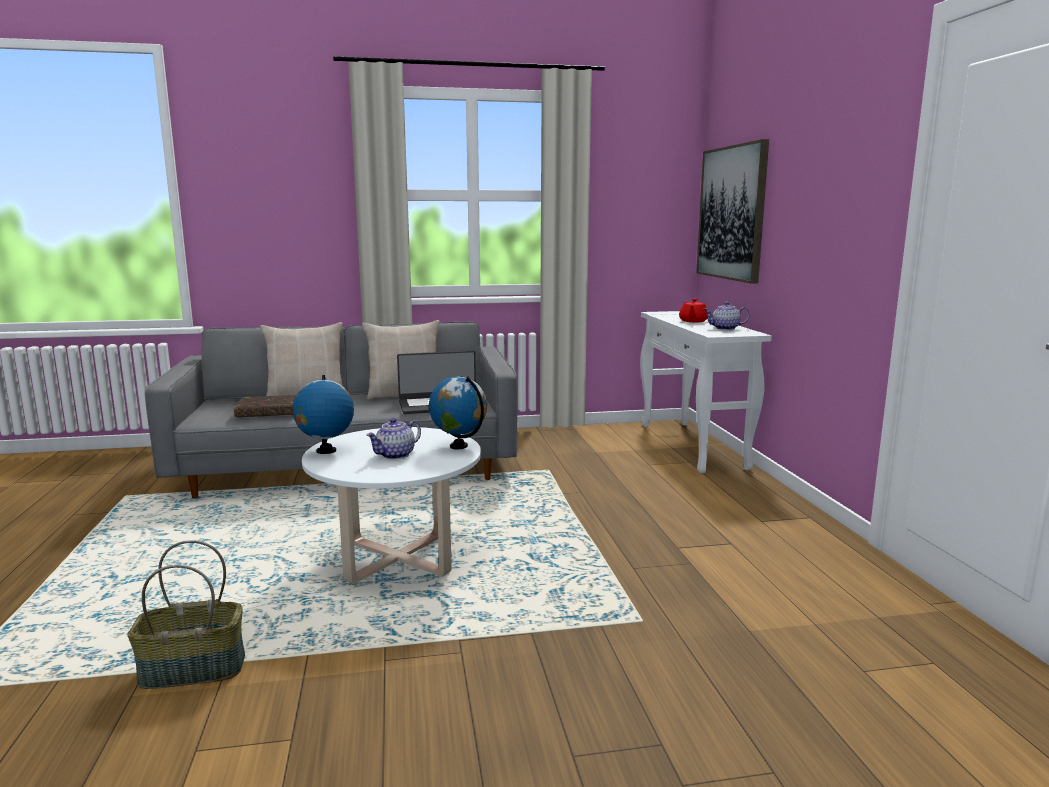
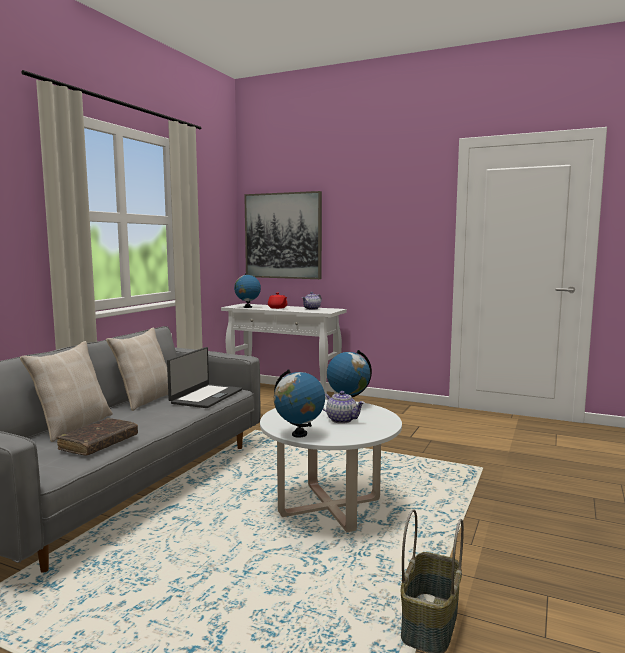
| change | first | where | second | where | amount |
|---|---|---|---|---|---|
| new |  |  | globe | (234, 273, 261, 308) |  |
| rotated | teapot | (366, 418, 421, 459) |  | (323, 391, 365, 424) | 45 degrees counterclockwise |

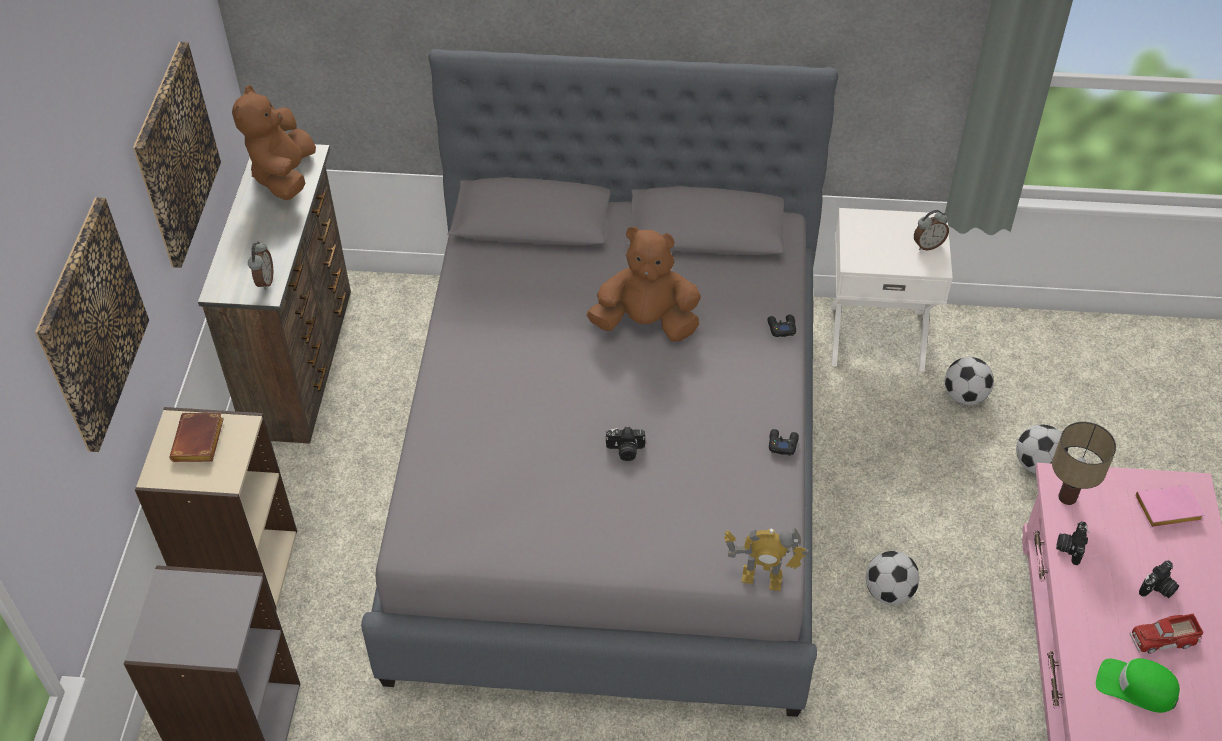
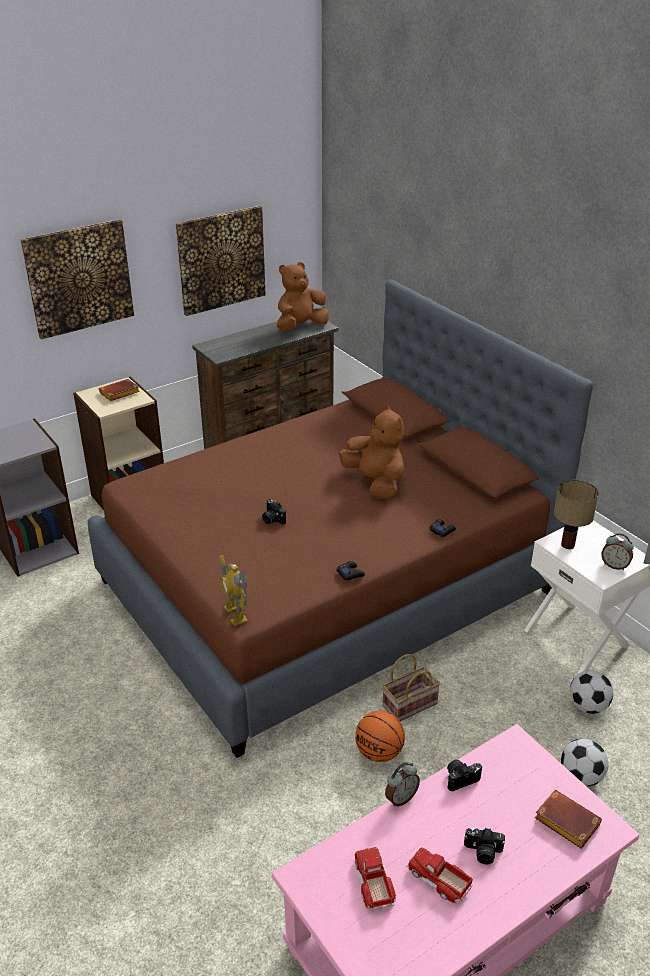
| change | first | where | second | where | amount |
|---|---|---|---|---|---|
| new |  |  | basket | (382, 654, 440, 721) |  |
| shifted | alarm clock | (248, 241, 273, 290) |  | (385, 762, 420, 807) |  |
| shifted | table lamp | (1052, 422, 1116, 505) |  | (554, 480, 599, 549) |  |
| swapped | football | (866, 551, 919, 605) | basketball | (355, 711, 405, 762) |  |
| swapped | green cap | (1096, 658, 1180, 713) | toy truck | (355, 847, 396, 911) |  |
| repainted | grey bed | (361, 49, 838, 717) | brown bed | (88, 280, 593, 758) |  |
| repainted | pink book | (1136, 485, 1205, 528) | brown book | (535, 790, 602, 849) |  |

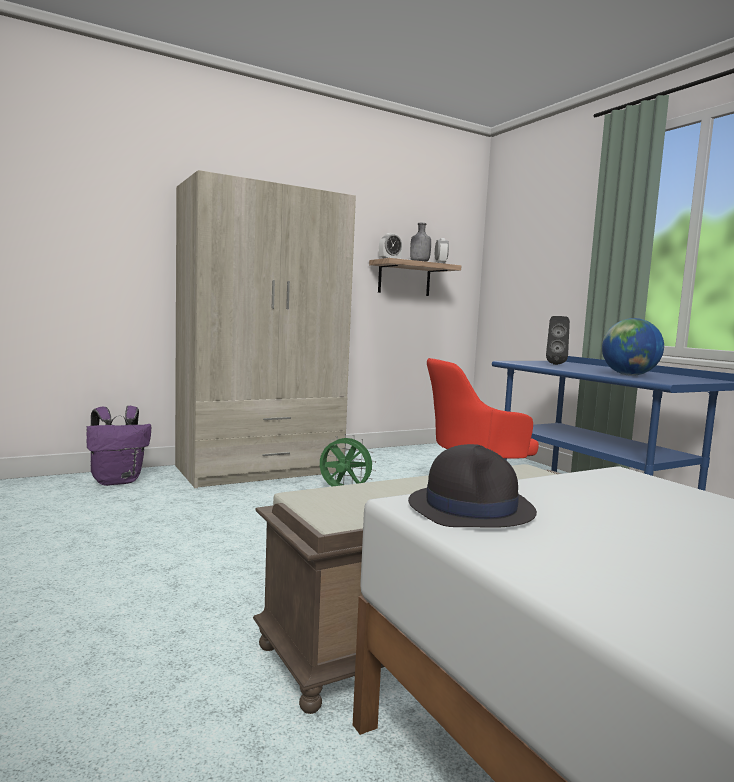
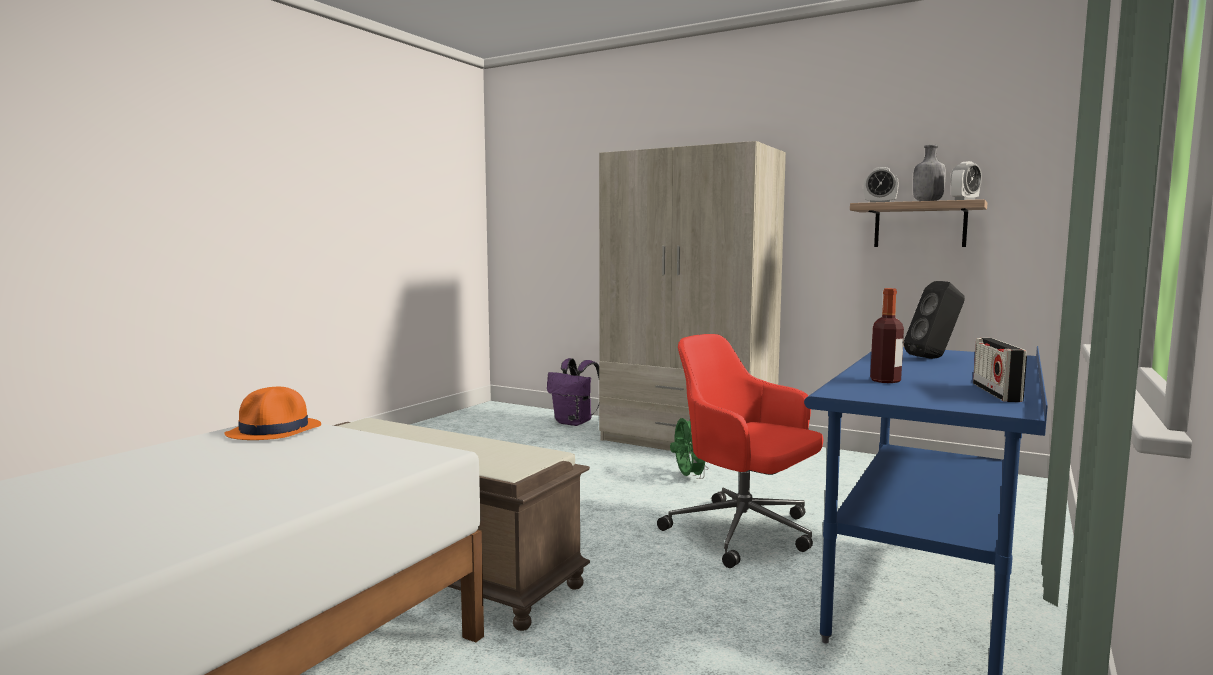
| change | first | where | second | where | amount |
|---|---|---|---|---|---|
| new |  |  | radio | (973, 338, 1027, 402) |  |
| swapped | globe | (602, 318, 664, 376) | bottle | (870, 288, 904, 383) |  |
| repainted | black hat | (408, 444, 537, 528) | orange hat | (224, 387, 321, 440) |  |

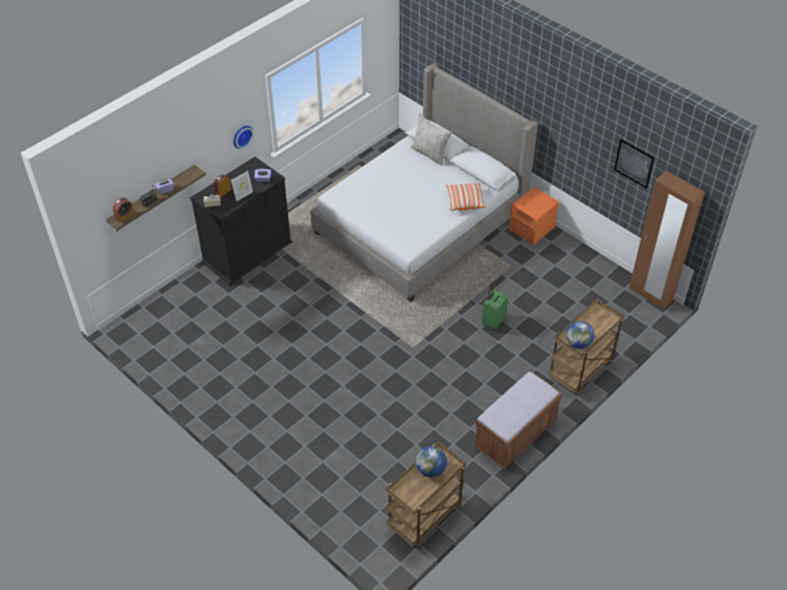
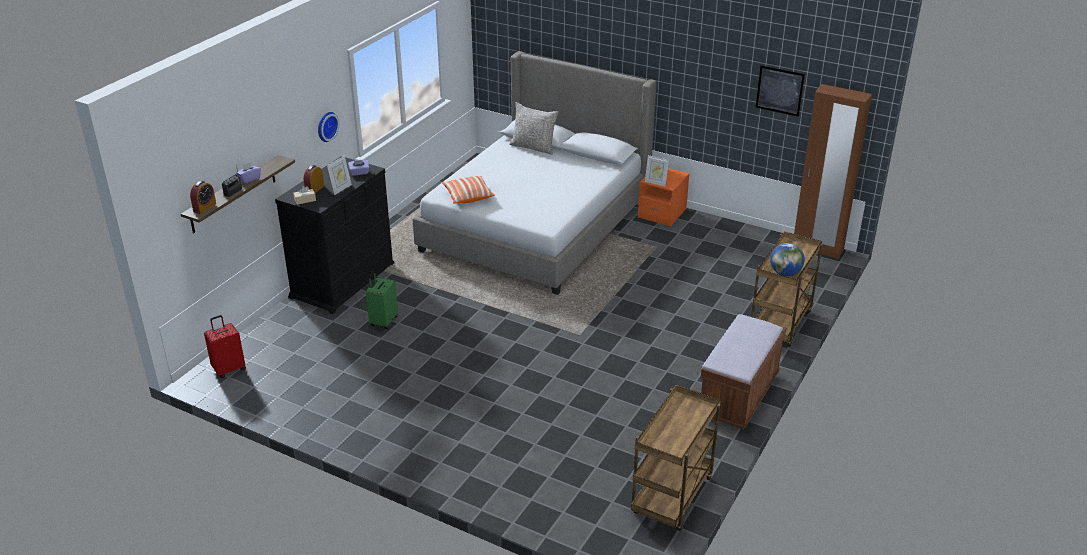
| change | first | where | second | where | amount |
|---|---|---|---|---|---|
| gone | globe | (416, 446, 447, 478) |  |  |  |
| new |  |  | red suitcase | (204, 315, 246, 378) |  |
| new |  |  | picture frame | (645, 155, 669, 187) |  |
| shifted | pillow | (446, 183, 486, 211) |  | (442, 176, 495, 204) |  |
| shifted | green suitcase | (482, 287, 508, 331) |  | (366, 271, 398, 329) |  |

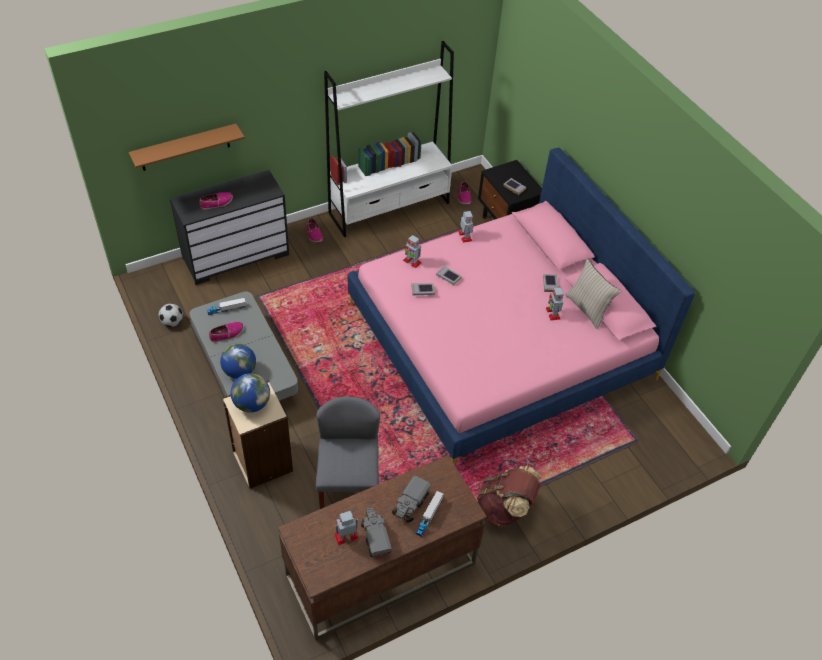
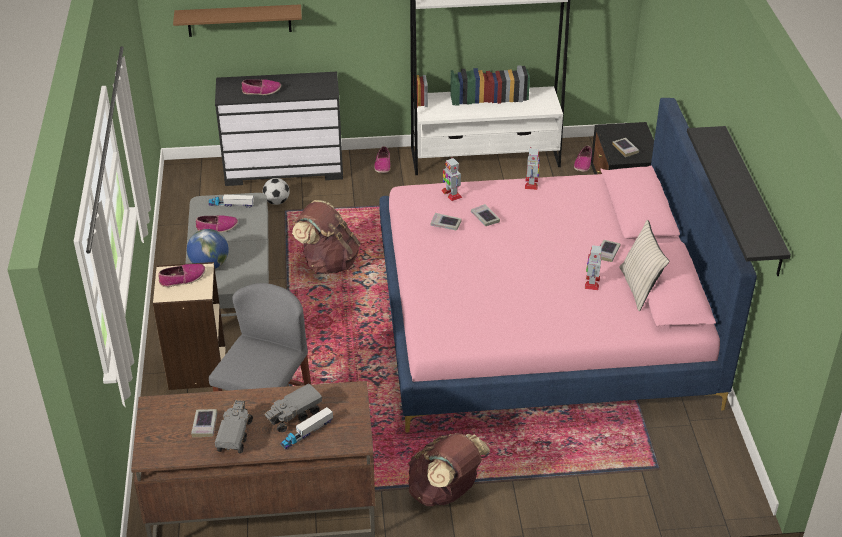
| change | first | where | second | where | amount |
|---|---|---|---|---|---|
| new |  |  | brown backpack | (292, 200, 360, 274) |  |
| new |  |  | black shelf | (687, 126, 791, 276) |  |
| shifted | football | (159, 304, 183, 327) |  | (263, 178, 290, 205) |  |
| swapped | globe | (231, 373, 270, 413) | shoe | (158, 264, 206, 287) |  |
| swapped | toy robot | (334, 511, 359, 545) | book | (191, 409, 218, 437) |  |

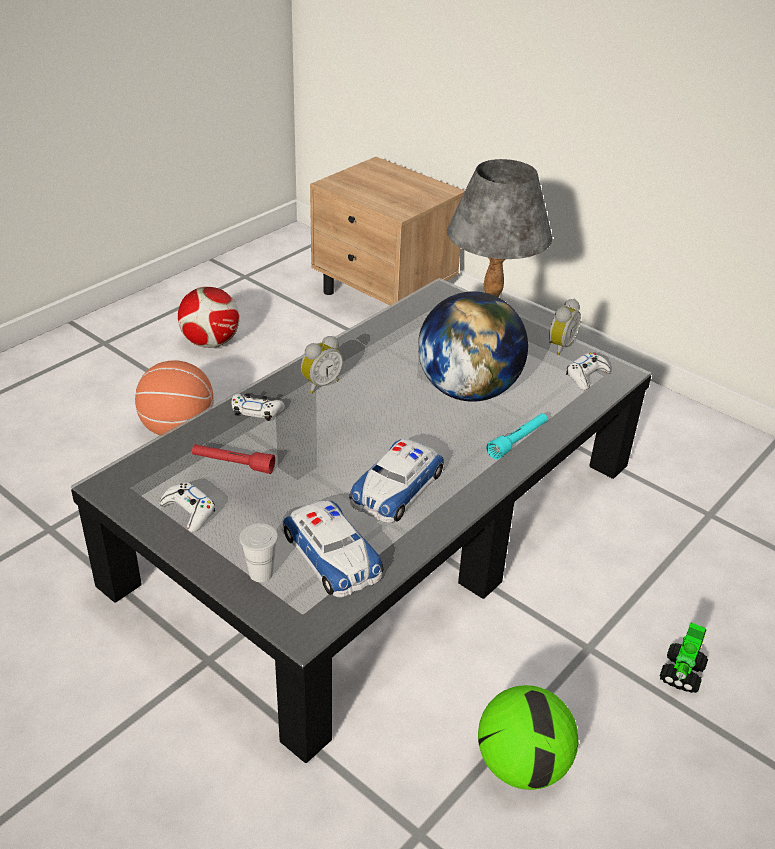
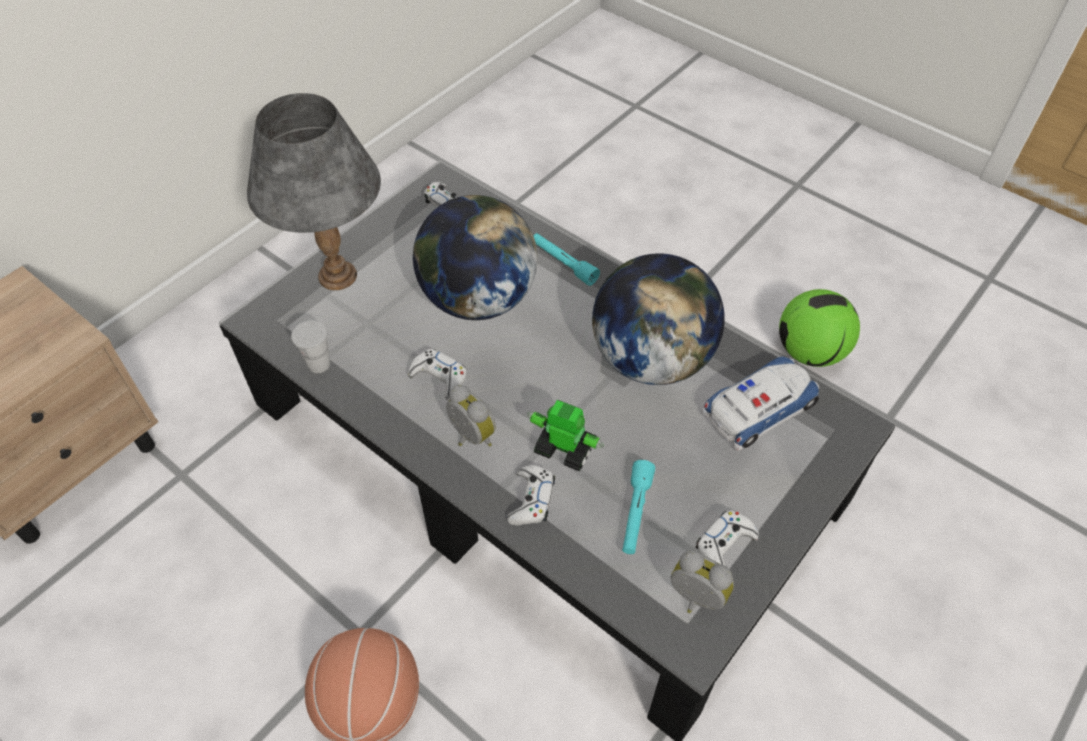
| change | first | where | second | where | amount |
|---|---|---|---|---|---|
| gone | football | (178, 287, 239, 348) |  |  |  |
| new |  |  | white game controller | (408, 349, 467, 401) |  |
| shifted | white cup | (239, 523, 278, 582) |  | (291, 320, 330, 373) |  |
| shifted | alarm clock | (549, 299, 581, 355) |  | (671, 550, 734, 613) |  |
| shifted | toy robot | (660, 623, 708, 693) |  | (527, 400, 604, 471) |  |
| swapped | toy car | (349, 439, 445, 523) | globe | (592, 253, 725, 385) |  |
| repainted | red flashlight | (192, 444, 275, 474) | turquoise flashlight | (622, 460, 655, 554) |  |

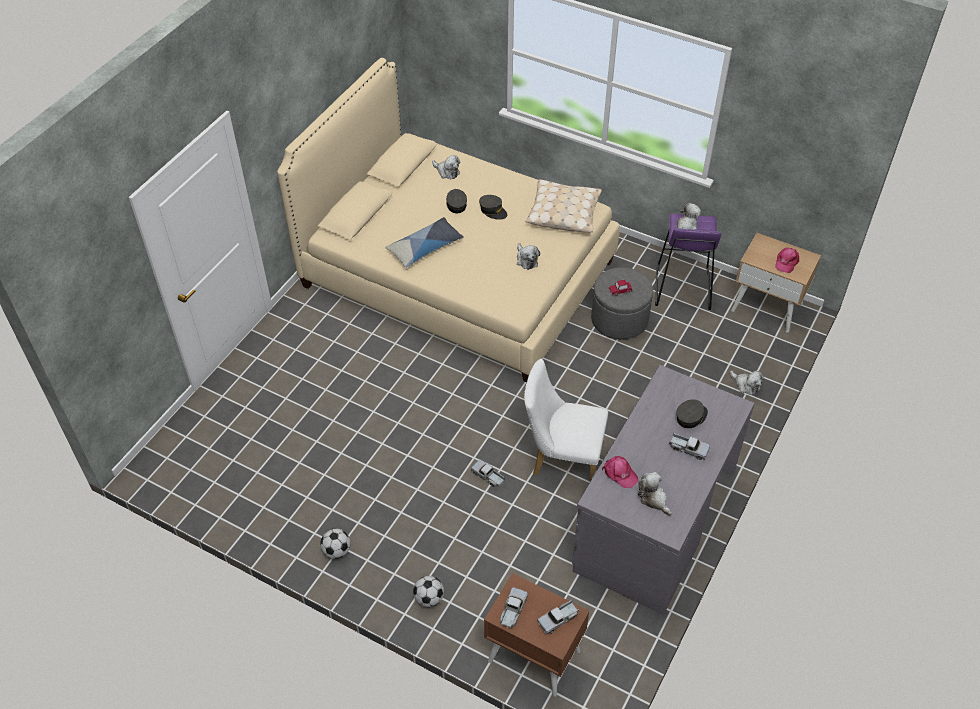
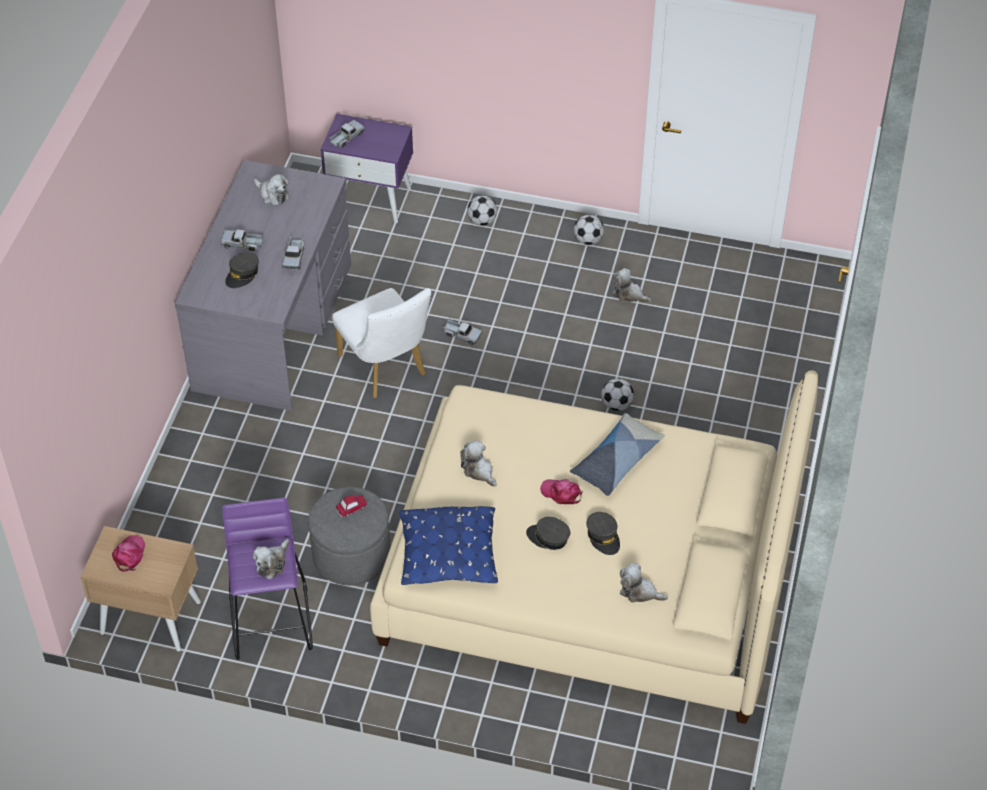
| change | first | where | second | where | amount |
|---|---|---|---|---|---|
| new |  |  | football | (601, 378, 634, 411) |  |
| shifted | toy truck | (500, 587, 528, 628) |  | (282, 236, 304, 270) |  |
| shifted | pink cap | (602, 456, 639, 488) |  | (540, 479, 583, 504) |  |
| shifted | plush toy | (730, 370, 764, 395) |  | (613, 268, 651, 303) |  |
| repainted | brown nightstand | (484, 573, 589, 697) | purple nightstand | (320, 114, 413, 223) |  |
| repainted | beige pillow | (525, 179, 602, 232) | blue pillow | (399, 506, 498, 585) |  |
| rotated | white chair | (524, 359, 608, 482) |  | (332, 288, 431, 398) | 60 degrees clockwise |

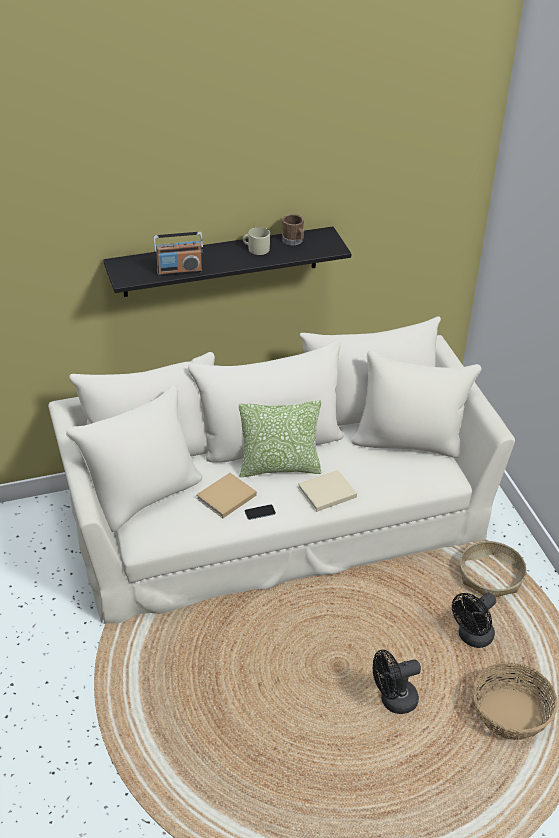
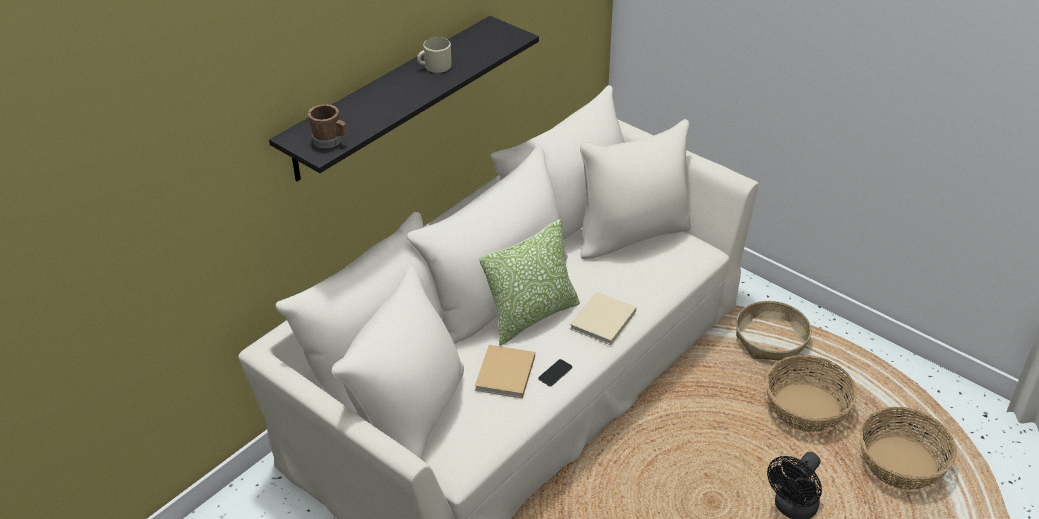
| change | first | where | second | where | amount |
|---|---|---|---|---|---|
| gone | radio | (153, 232, 203, 276) |  |  |  |
| shifted | brown mug | (282, 214, 304, 245) |  | (308, 104, 346, 148) |  |
| swapped | black fan | (452, 593, 496, 648) | basket | (766, 355, 857, 433) |  |

